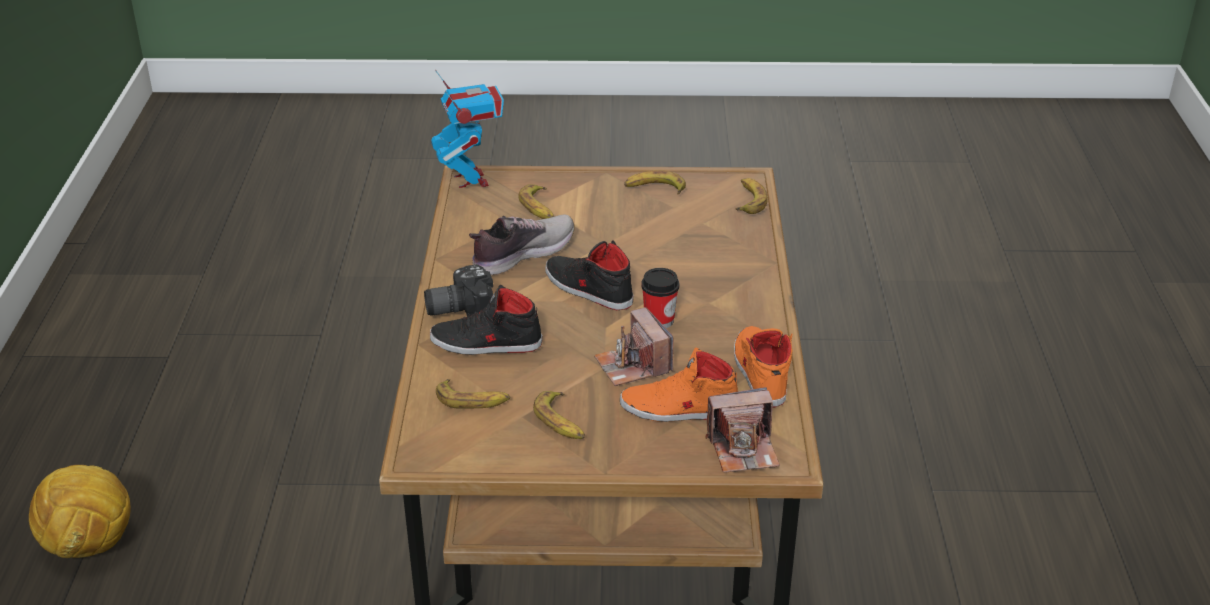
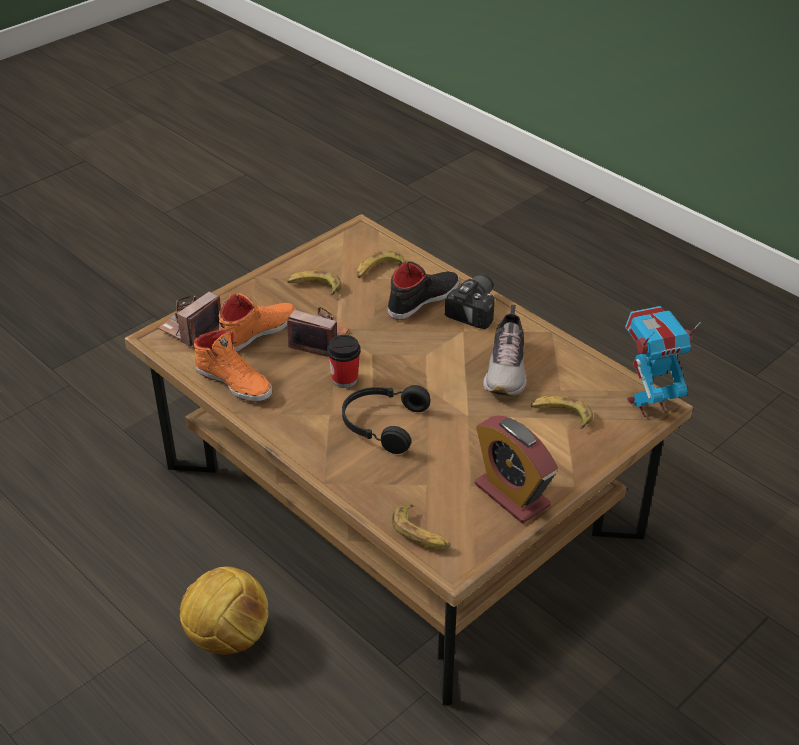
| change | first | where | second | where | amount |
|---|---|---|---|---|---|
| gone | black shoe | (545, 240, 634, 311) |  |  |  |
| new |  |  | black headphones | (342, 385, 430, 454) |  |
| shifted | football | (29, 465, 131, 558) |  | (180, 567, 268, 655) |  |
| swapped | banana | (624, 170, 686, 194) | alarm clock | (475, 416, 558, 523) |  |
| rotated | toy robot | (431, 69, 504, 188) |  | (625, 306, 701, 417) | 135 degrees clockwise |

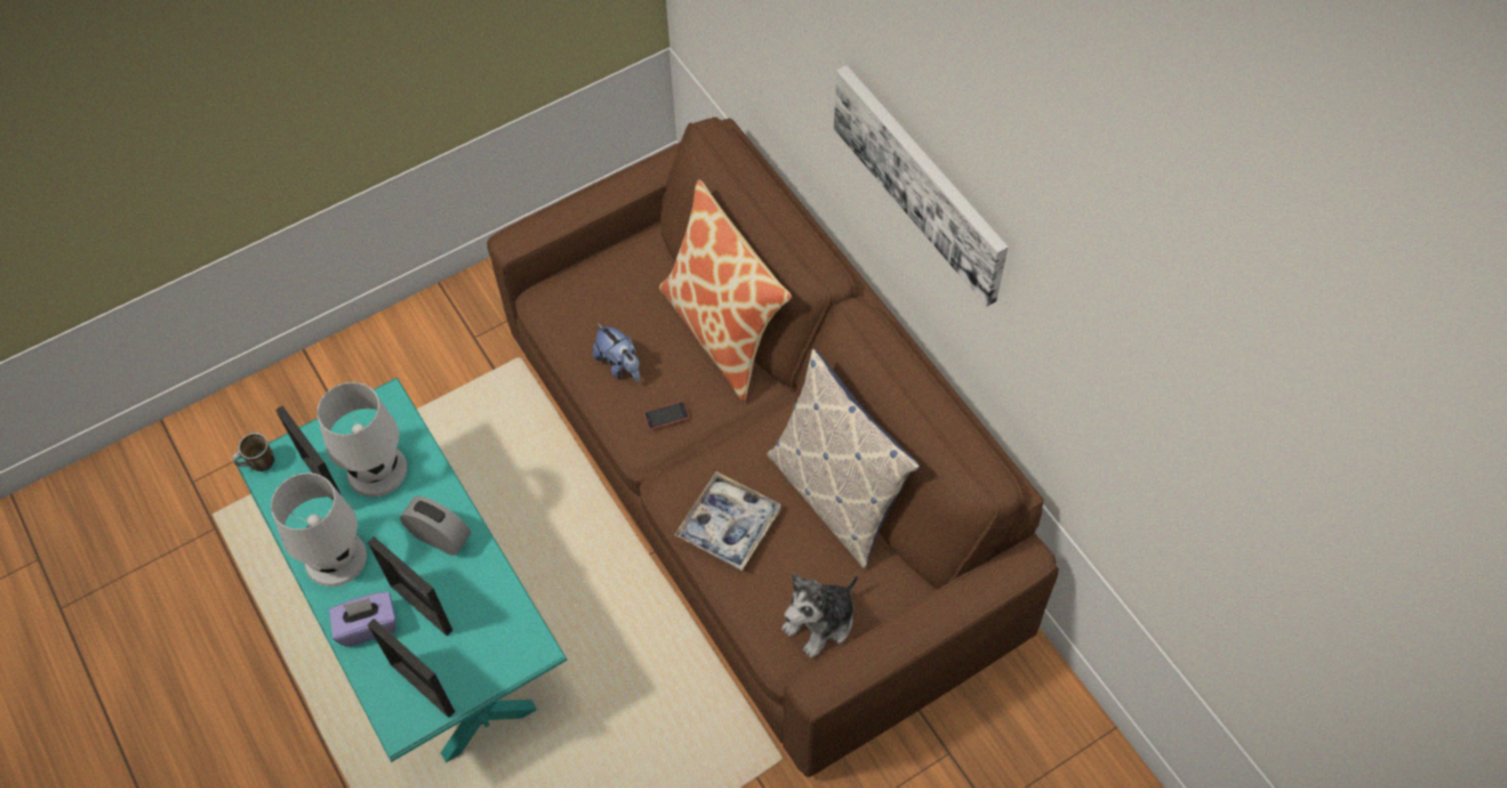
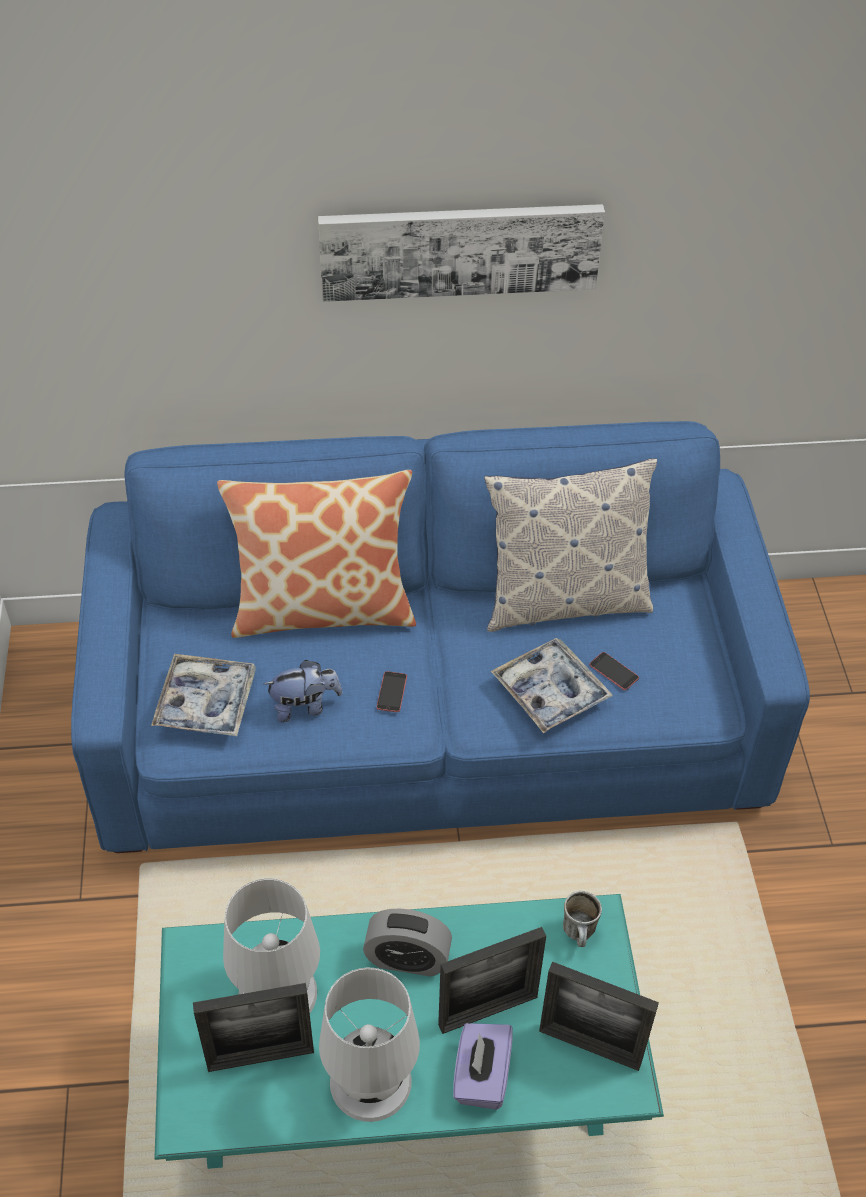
| change | first | where | second | where | amount |
|---|---|---|---|---|---|
| gone | plush toy | (782, 573, 858, 658) |  |  |  |
| new |  |  | tray | (151, 654, 256, 736) |  |
| new |  |  | phone | (589, 652, 639, 690) |  |
| shifted | mug | (232, 433, 275, 472) |  | (563, 891, 602, 947) |  |
| repainted | brown sofa | (487, 117, 1059, 777) | blue sofa | (71, 421, 810, 853) |  |
| rotated | picture frame | (367, 619, 455, 718) |  | (539, 962, 659, 1071) | 45 degrees clockwise |
| rotated | alarm clock | (400, 496, 471, 555) |  | (363, 908, 452, 976) | 135 degrees counterclockwise |

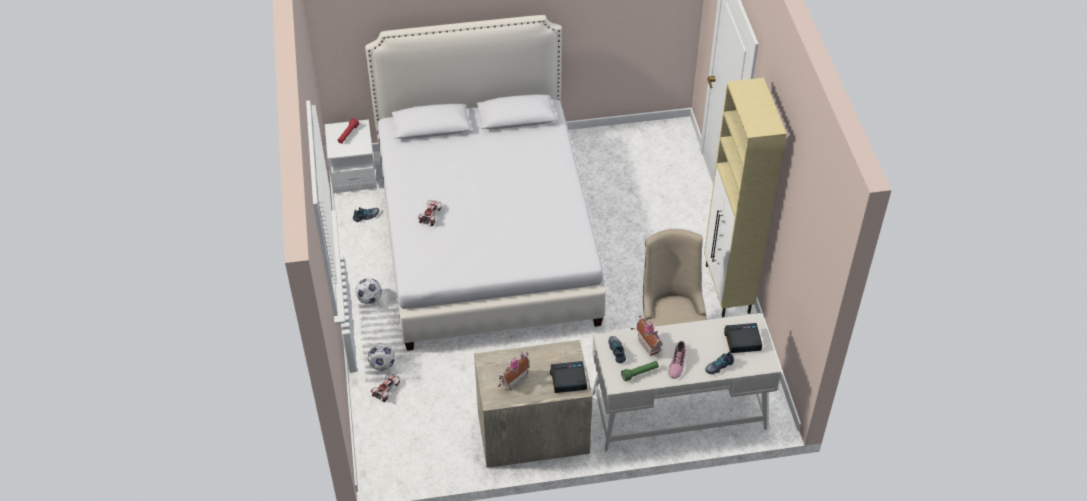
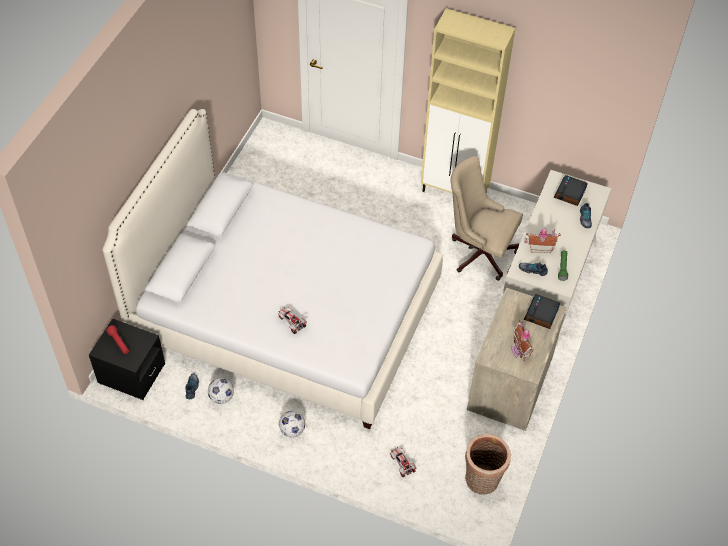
| change | first | where | second | where | amount |
|---|---|---|---|---|---|
| gone | shoe | (668, 341, 686, 379) |  |  |  |
| new |  |  | basket | (465, 434, 511, 495) |  |
| shifted | football | (368, 344, 395, 371) |  | (208, 378, 234, 404) |  |
| repainted | white nightstand | (325, 119, 377, 193) | black nightstand | (89, 319, 165, 400) |  |

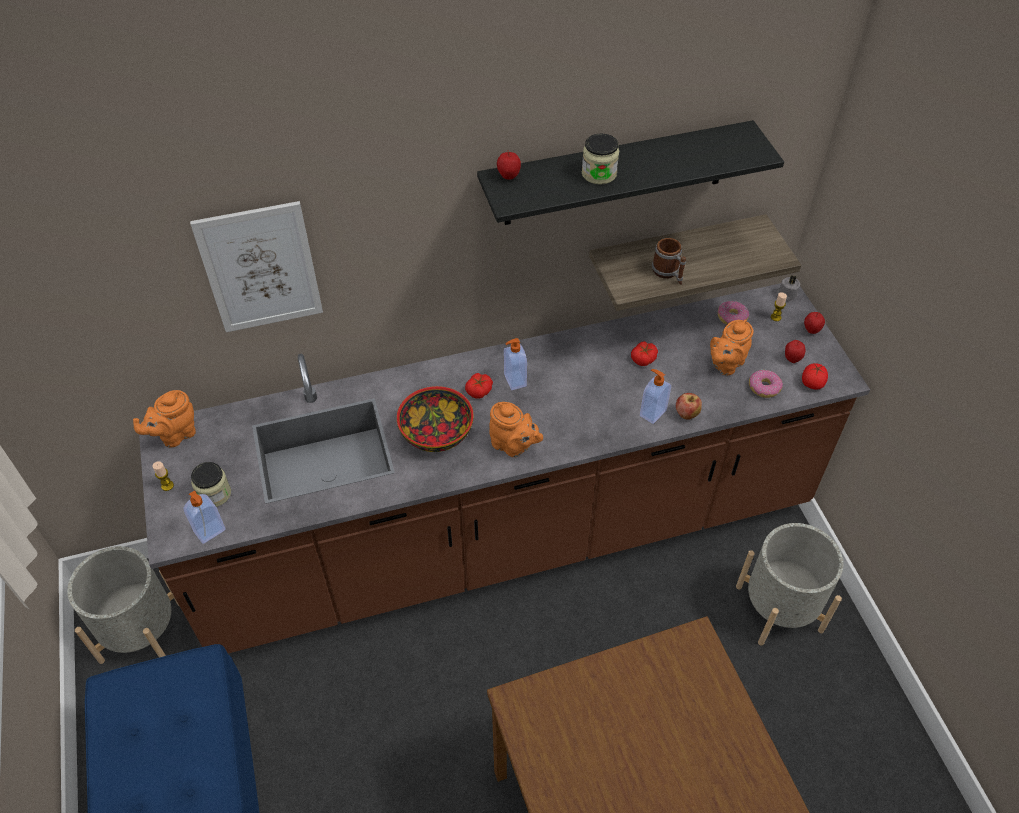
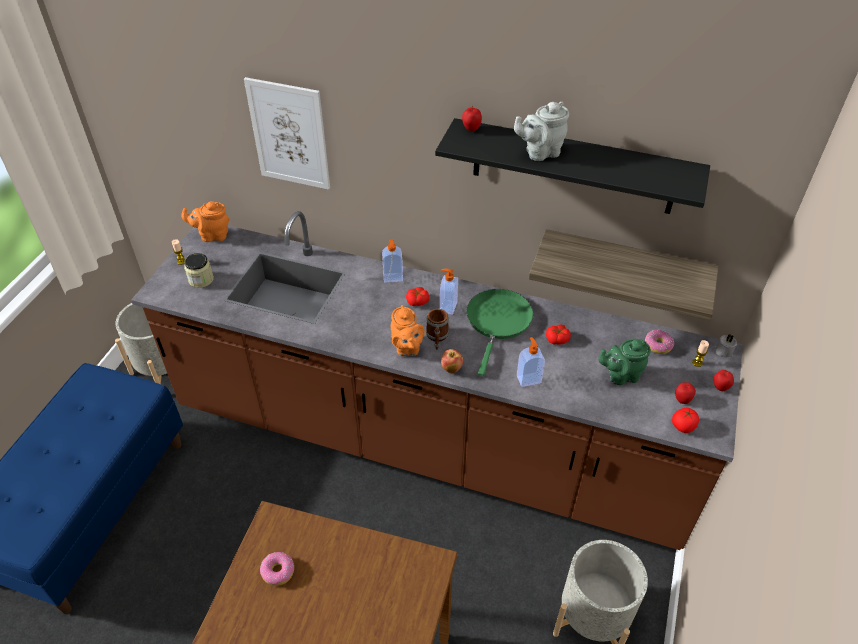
| change | first | where | second | where | amount |
|---|---|---|---|---|---|
| gone | bowl | (397, 386, 474, 452) |  |  |  |
| new |  |  | green frying pan | (467, 289, 533, 376) |  |
| shifted | soap dispenser | (184, 490, 226, 544) |  | (382, 240, 403, 283) |  |
| shifted | mug | (652, 238, 686, 285) |  | (426, 309, 449, 350) |  |
| shifted | apple | (676, 393, 702, 420) |  | (441, 349, 463, 373) |  |
| shifted | donut | (749, 370, 783, 398) |  | (260, 552, 294, 586) |  |
| swapped | jar | (582, 133, 619, 185) | grey teapot | (514, 102, 569, 161) |  |
| repainted | orange teapot | (710, 320, 754, 375) | green teapot | (598, 339, 651, 385) |  |

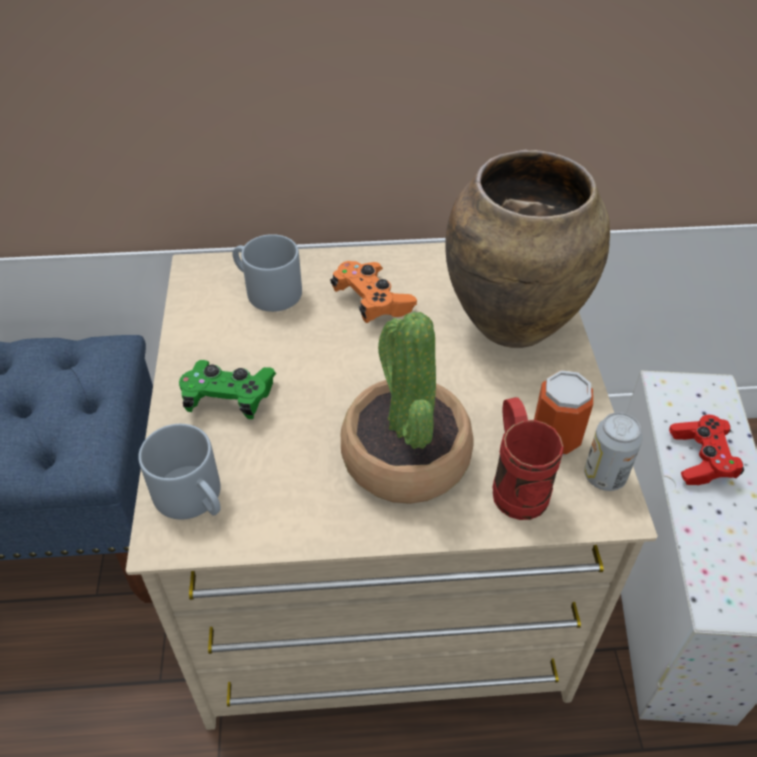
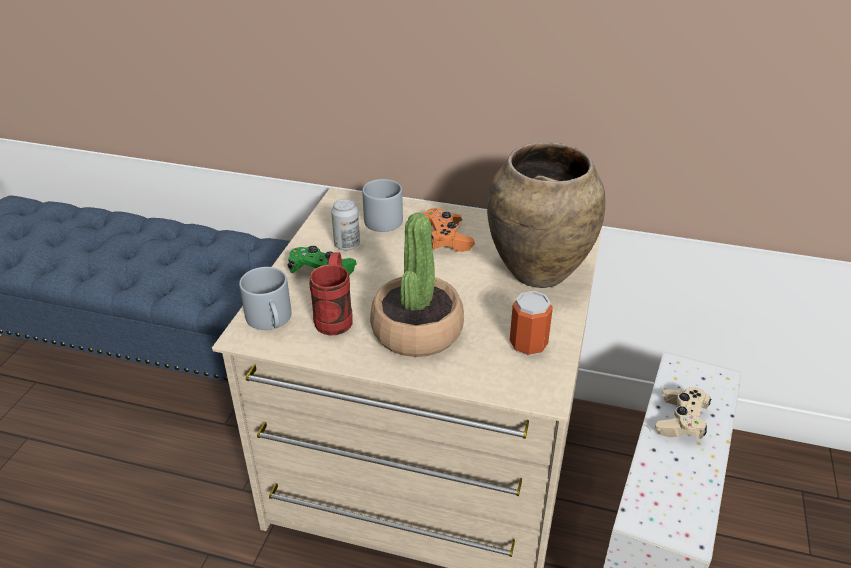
| change | first | where | second | where | amount |
|---|---|---|---|---|---|
| shifted | red mug | (492, 397, 564, 520) |  | (309, 253, 353, 335) |  |
| shifted | can | (584, 412, 643, 491) |  | (331, 199, 360, 251) |  |
| repainted | red game controller | (669, 415, 745, 485) | beige game controller | (655, 387, 711, 439) |  |

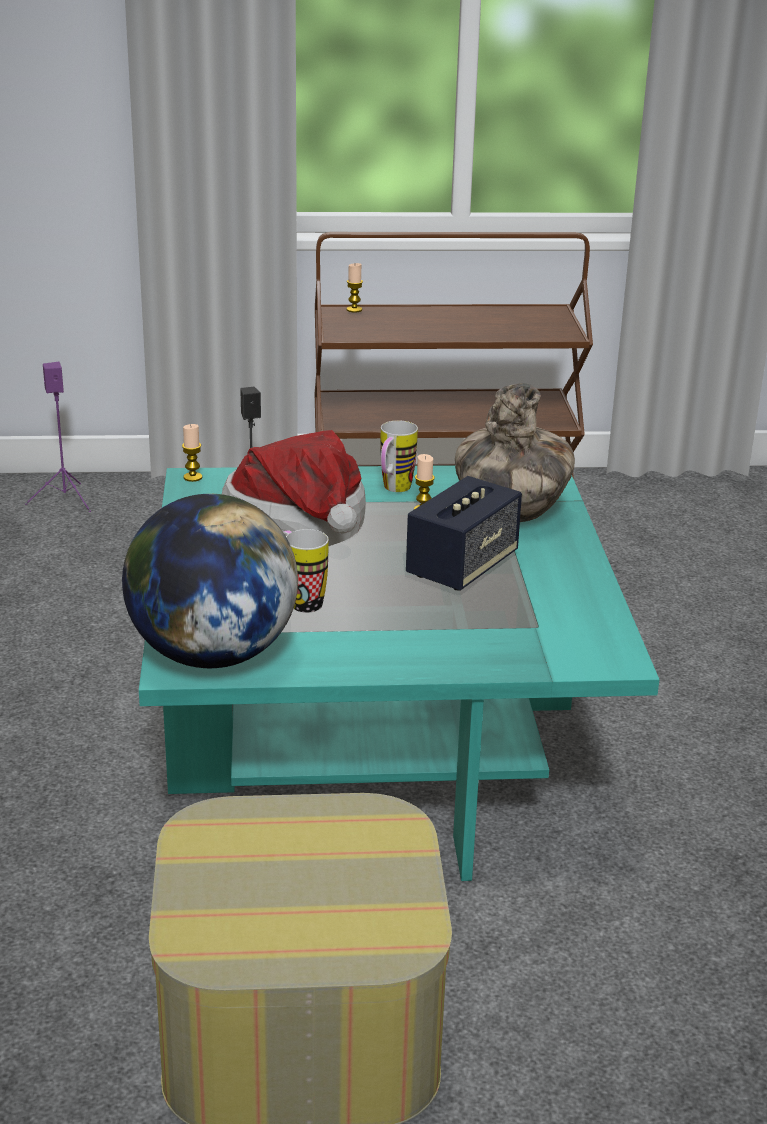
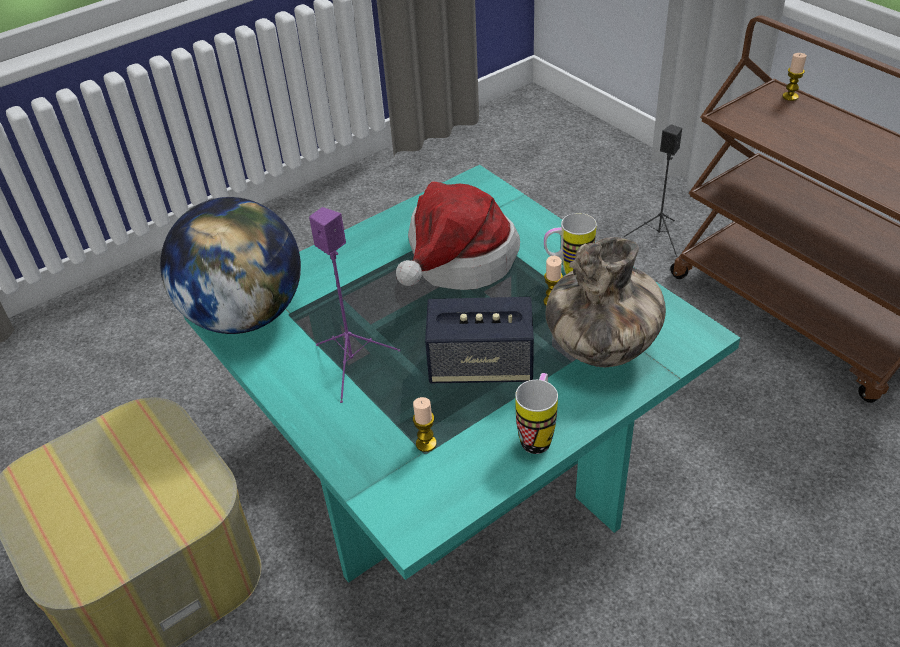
| change | first | where | second | where | amount |
|---|---|---|---|---|---|
| shifted | purple speaker | (25, 362, 91, 512) |  | (309, 207, 400, 403) |  |
| shifted | candle | (182, 424, 202, 482) |  | (413, 397, 437, 452) |  |
| shifted | mug | (283, 529, 329, 613) |  | (515, 373, 558, 454) |  |

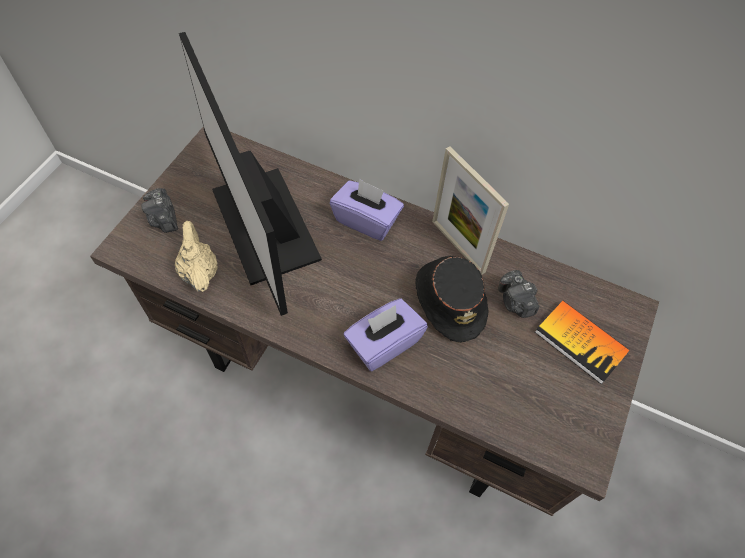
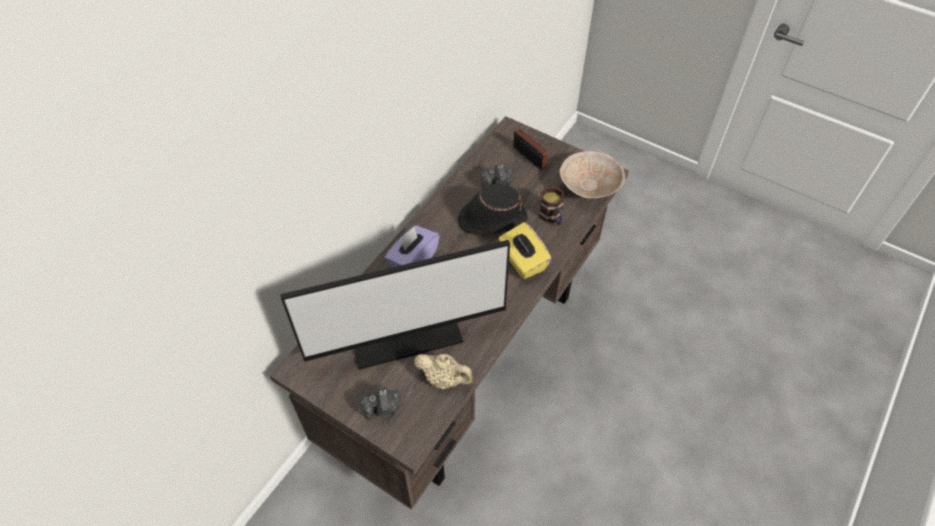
| change | first | where | second | where | amount |
|---|---|---|---|---|---|
| gone | picture frame | (432, 146, 509, 275) |  |  |  |
| new |  |  | mug | (538, 187, 564, 225) |  |
| new |  |  | beige bowl | (559, 151, 625, 198) |  |
| swapped | book | (535, 301, 630, 384) | radio | (513, 129, 552, 170) |  |
| repainted | purple tissue box | (344, 298, 428, 371) | yellow tissue box | (499, 222, 551, 279) |  |
| rotated | beige teapot | (175, 221, 218, 292) |  | (414, 354, 475, 389) | 150 degrees counterclockwise |

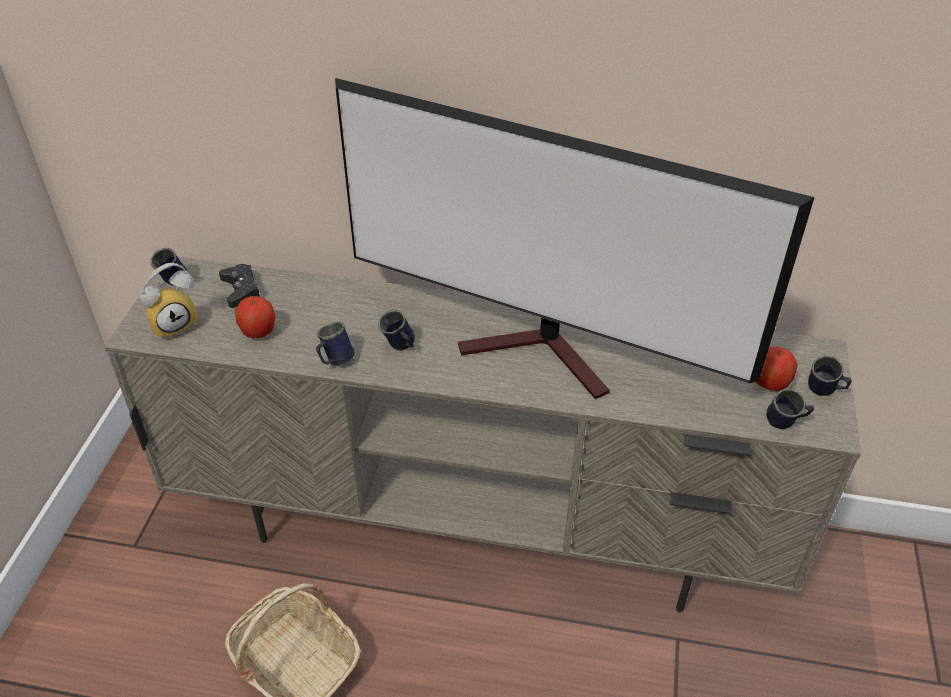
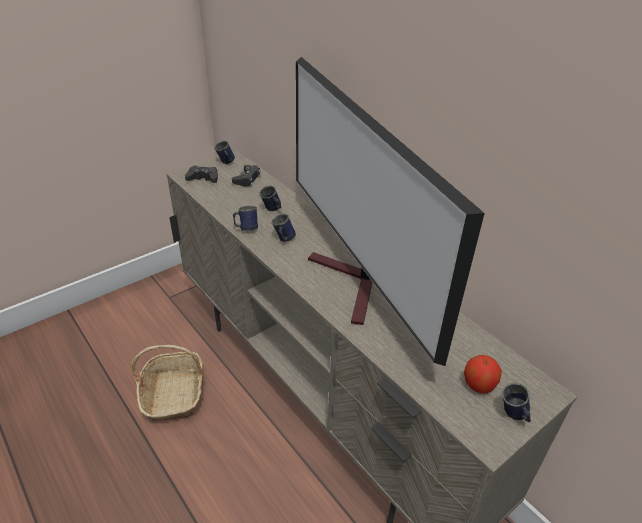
| change | first | where | second | where | amount |
|---|---|---|---|---|---|
| gone | apple | (235, 296, 275, 338) |  |  |  |
| shifted | blue mug | (766, 388, 814, 429) |  | (259, 186, 281, 211) |  |
| swapped | alarm clock | (139, 263, 198, 340) | black game controller | (185, 166, 218, 183) |  |

